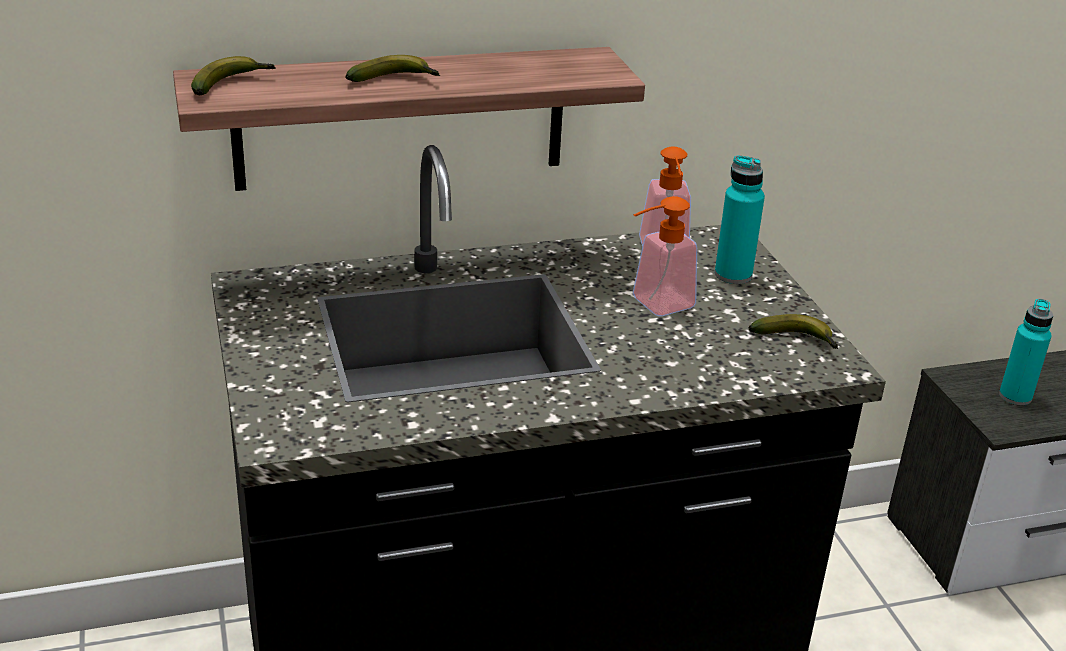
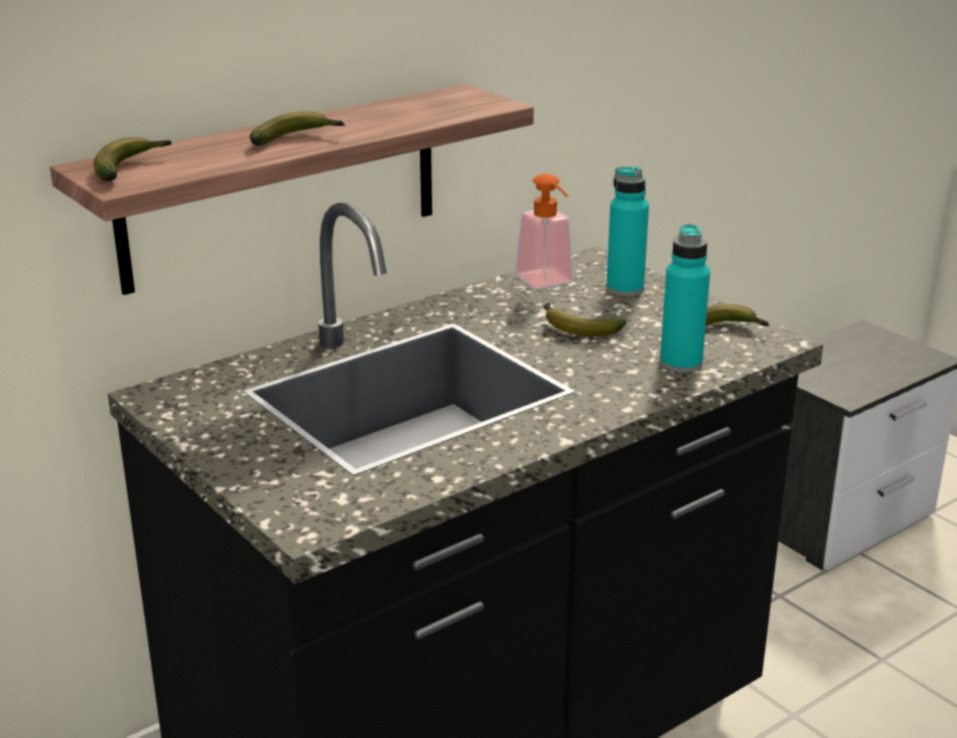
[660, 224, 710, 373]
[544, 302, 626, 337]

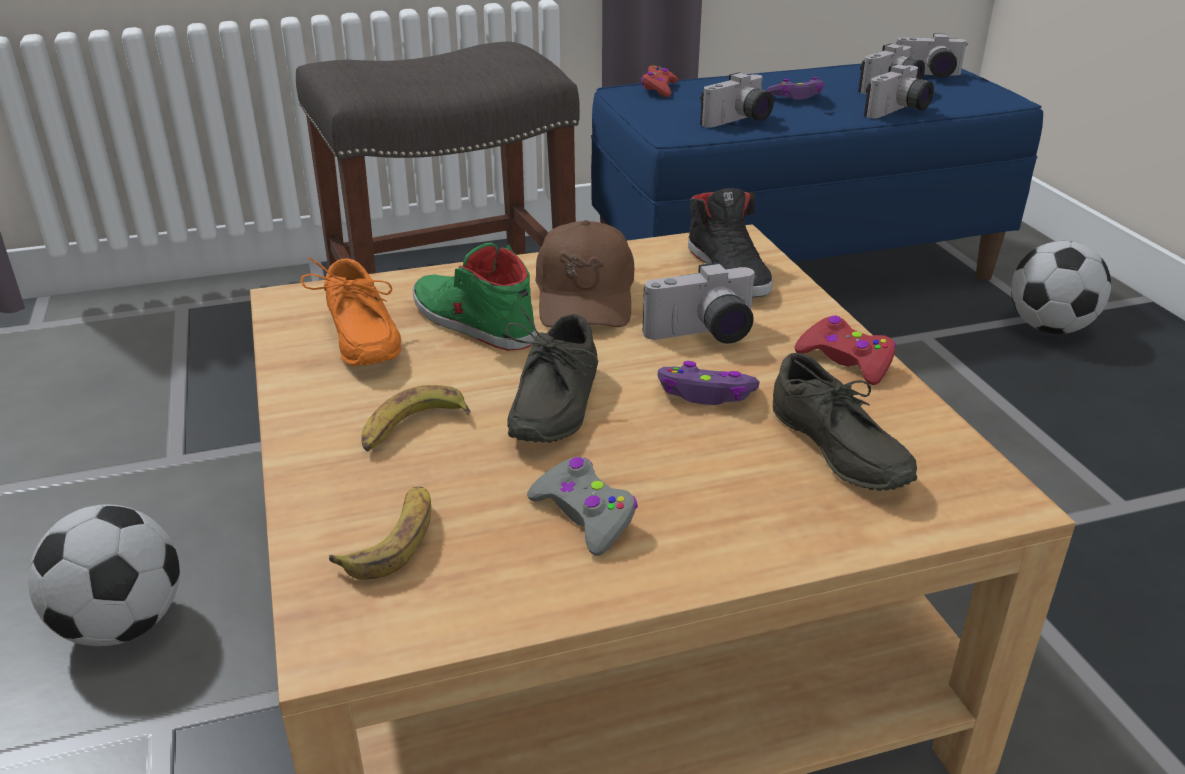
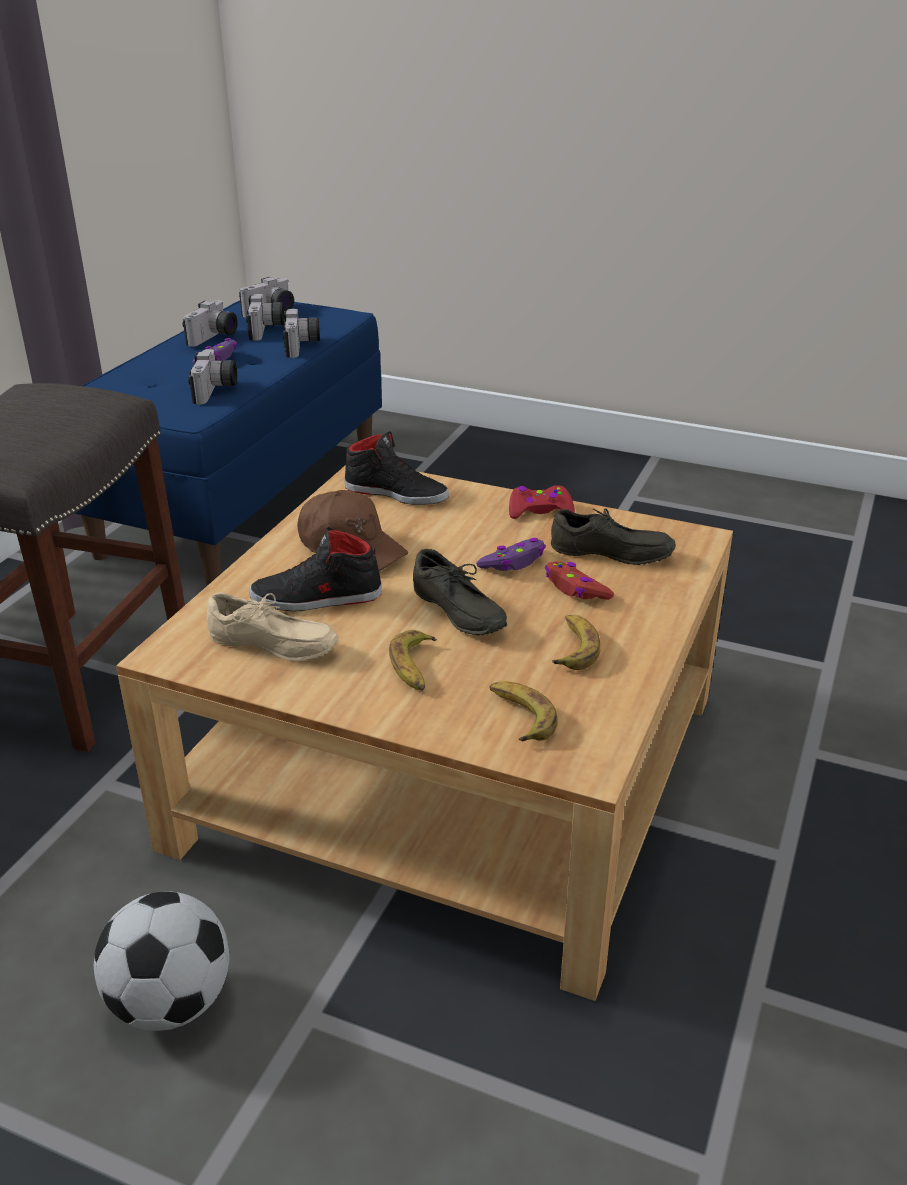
[1011, 241, 1111, 334] (first image)
[545, 561, 614, 600]
[182, 300, 238, 347]
[552, 615, 600, 670]
[207, 592, 338, 661]
[250, 527, 382, 611]

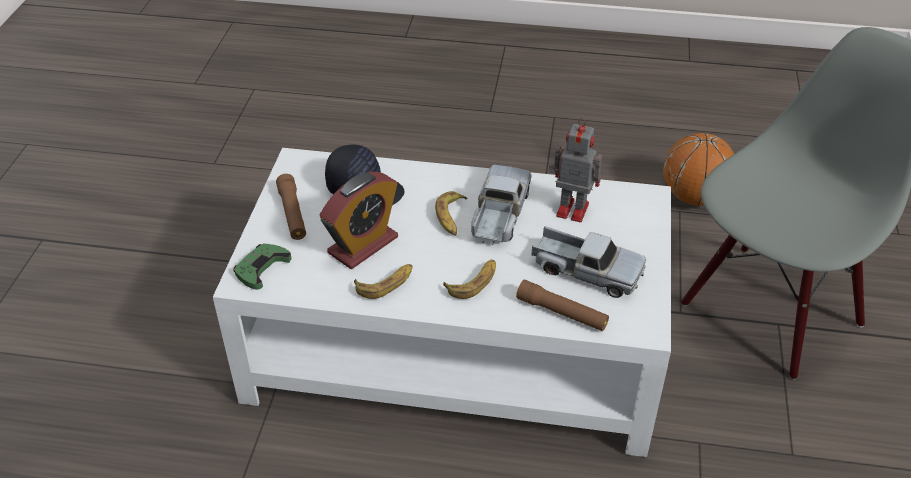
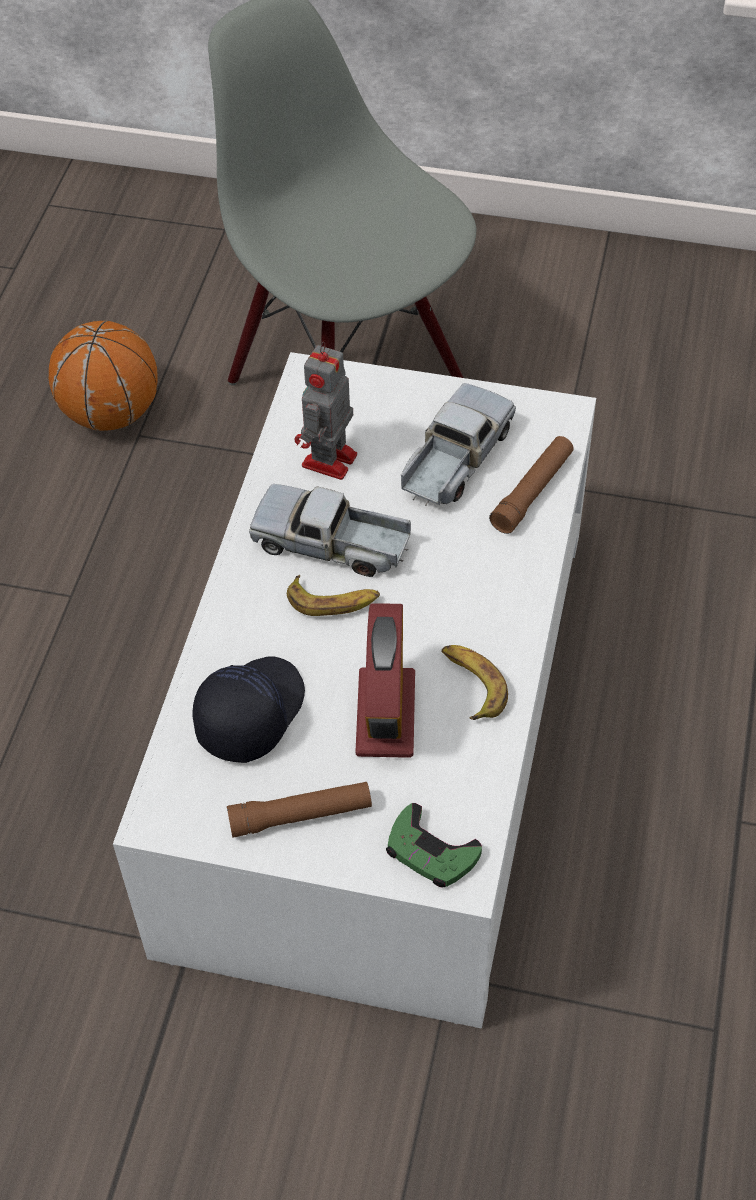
[443, 260, 496, 299] (first image)
[356, 603, 415, 758]

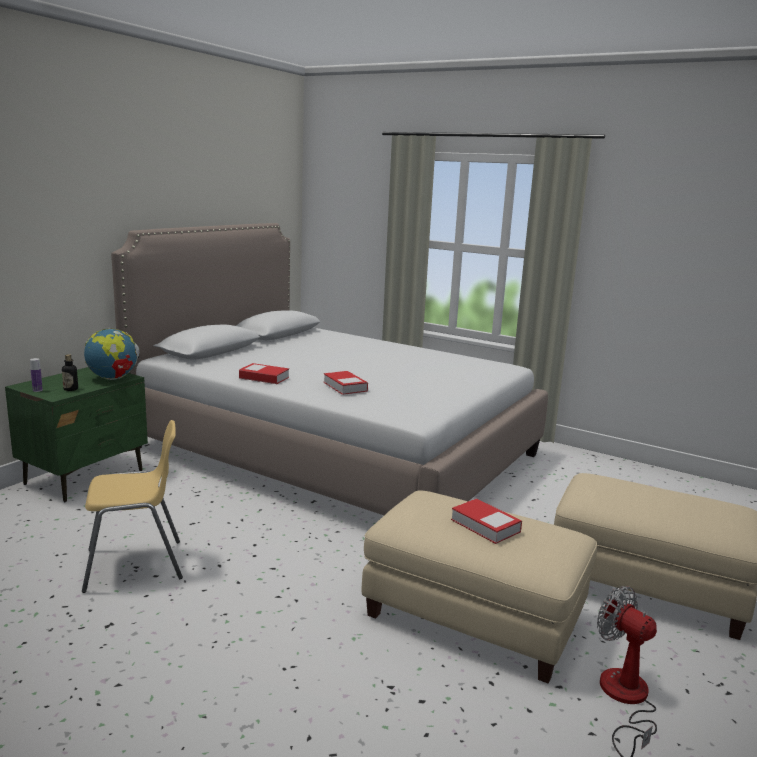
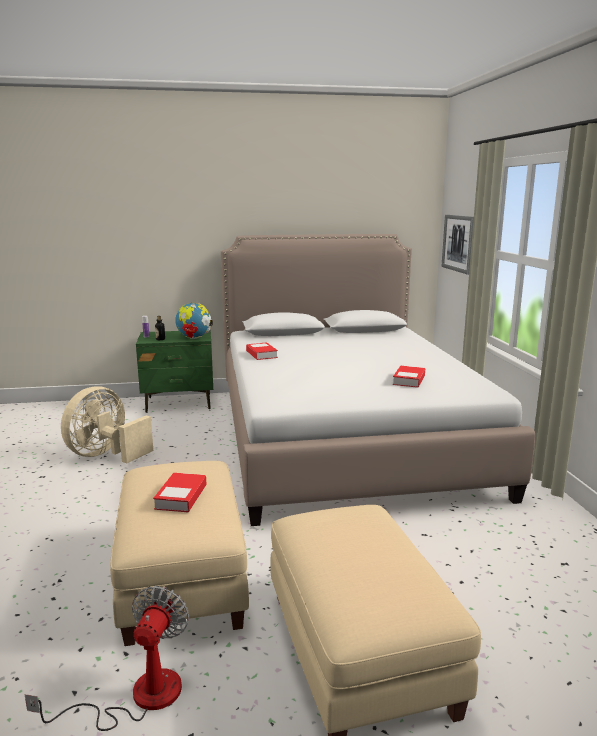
[441, 215, 474, 275]
[393, 366, 425, 388]
[61, 386, 153, 463]

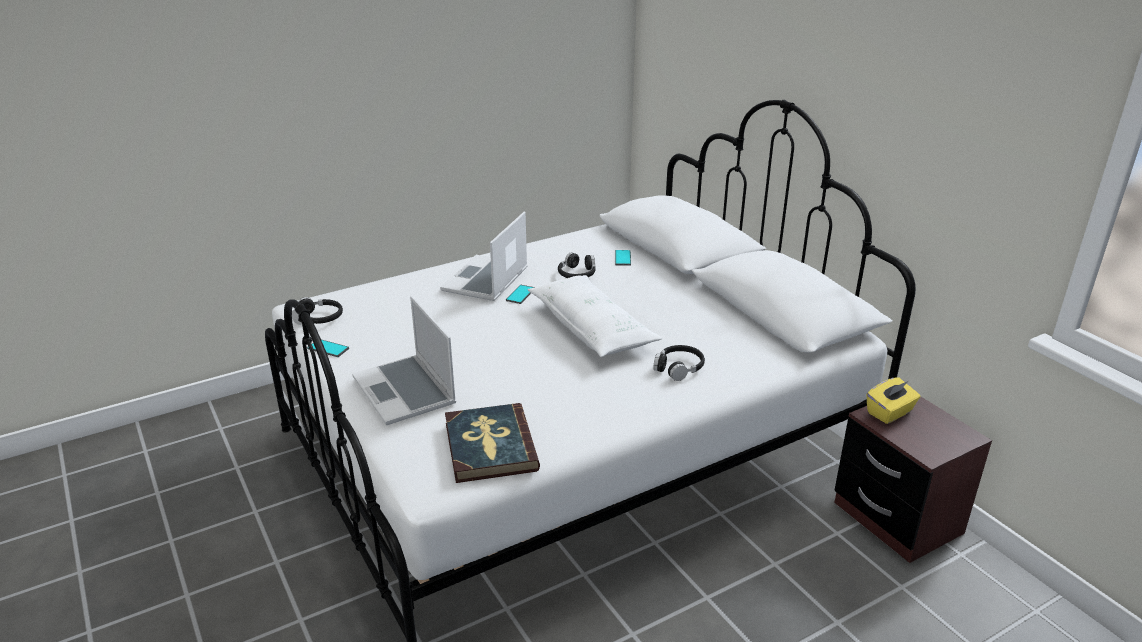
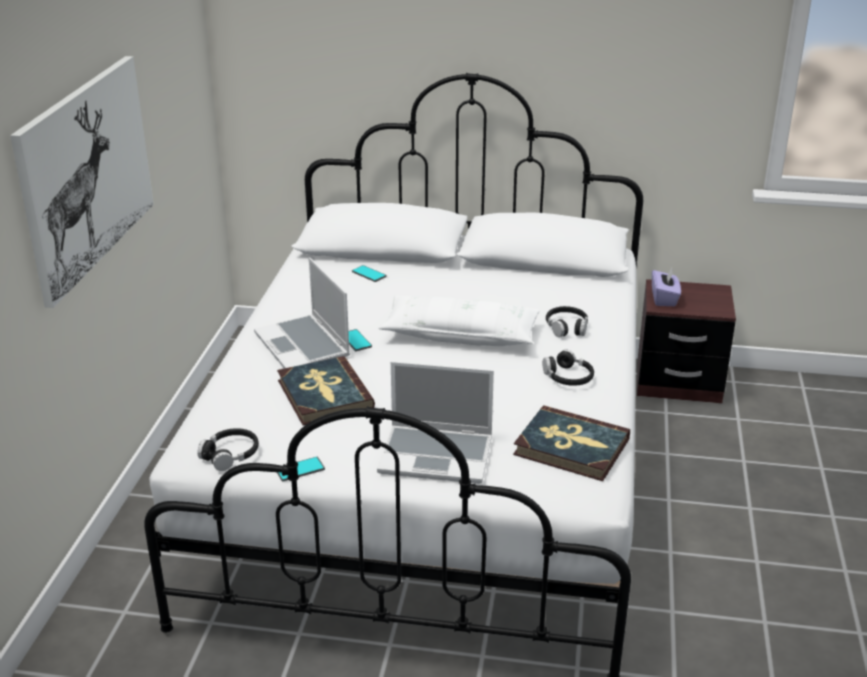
[10, 56, 154, 308]
[277, 356, 375, 425]
[543, 350, 594, 386]
[652, 268, 681, 306]

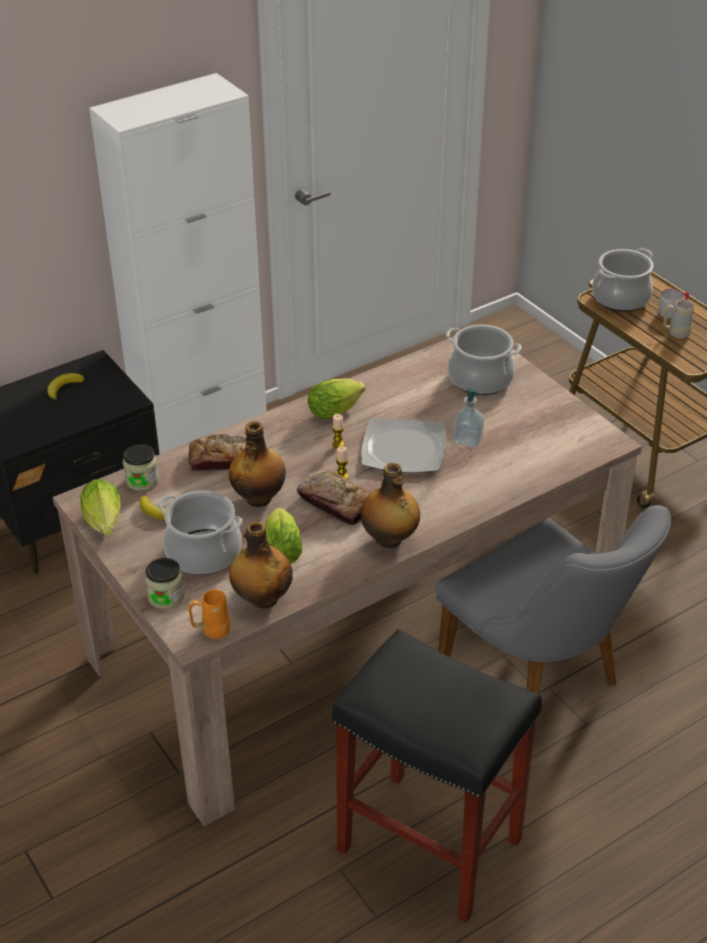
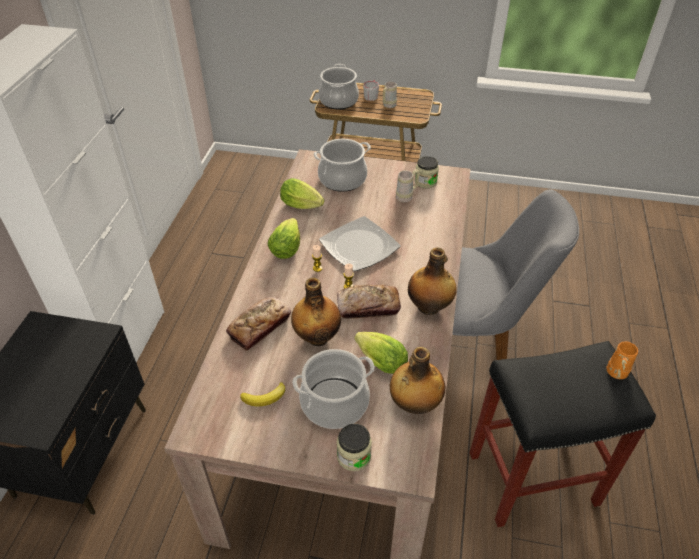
[47, 373, 84, 400] (first image)
[453, 387, 484, 448] (first image)
[396, 169, 420, 202]
[280, 178, 324, 209]
[415, 156, 439, 188]
[606, 341, 638, 379]

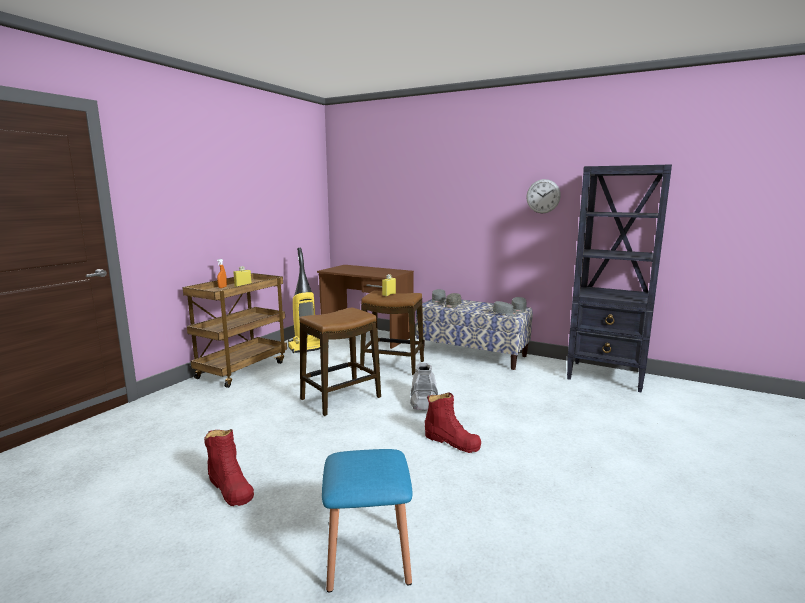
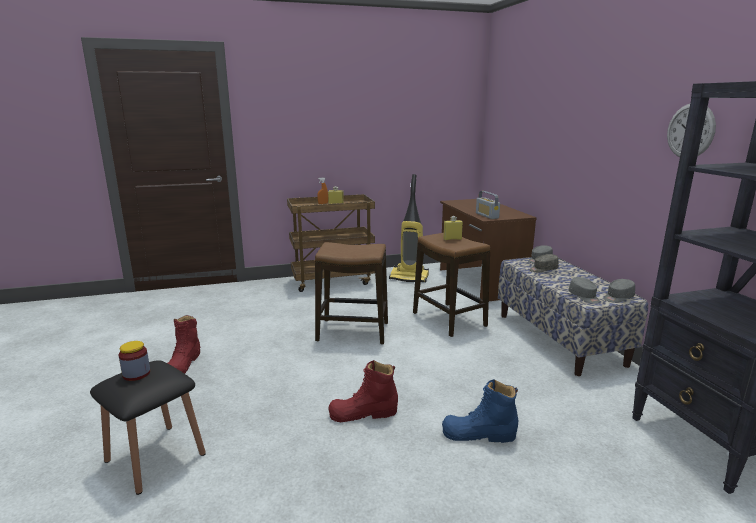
[410, 363, 438, 410] (first image)
[119, 341, 150, 381]
[442, 379, 518, 443]
[476, 191, 500, 219]
[90, 360, 206, 495]
[328, 360, 398, 422]

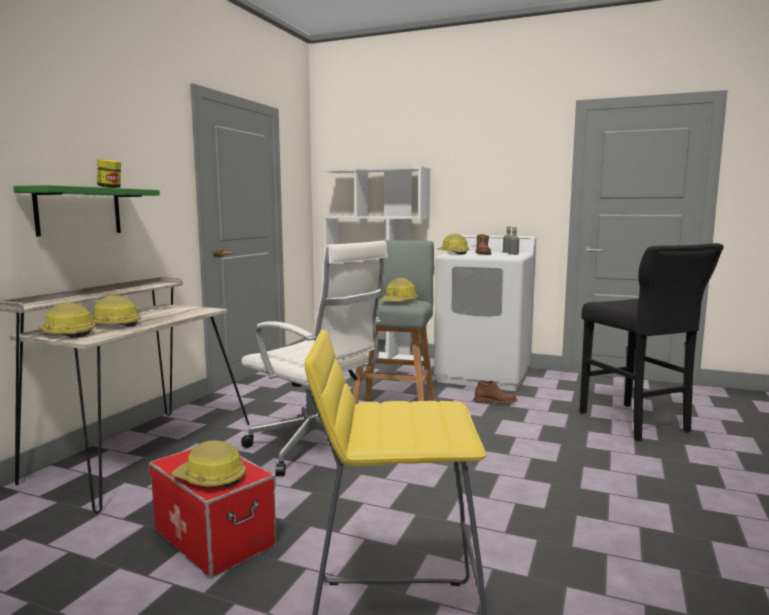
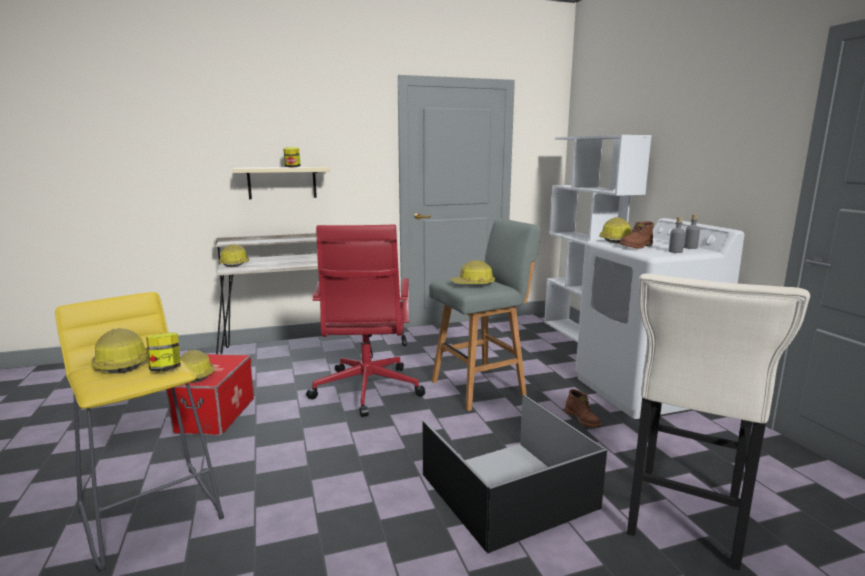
[146, 333, 181, 371]
[422, 395, 607, 553]
[91, 328, 148, 374]
[233, 167, 330, 199]
[306, 225, 425, 417]
[627, 274, 810, 571]

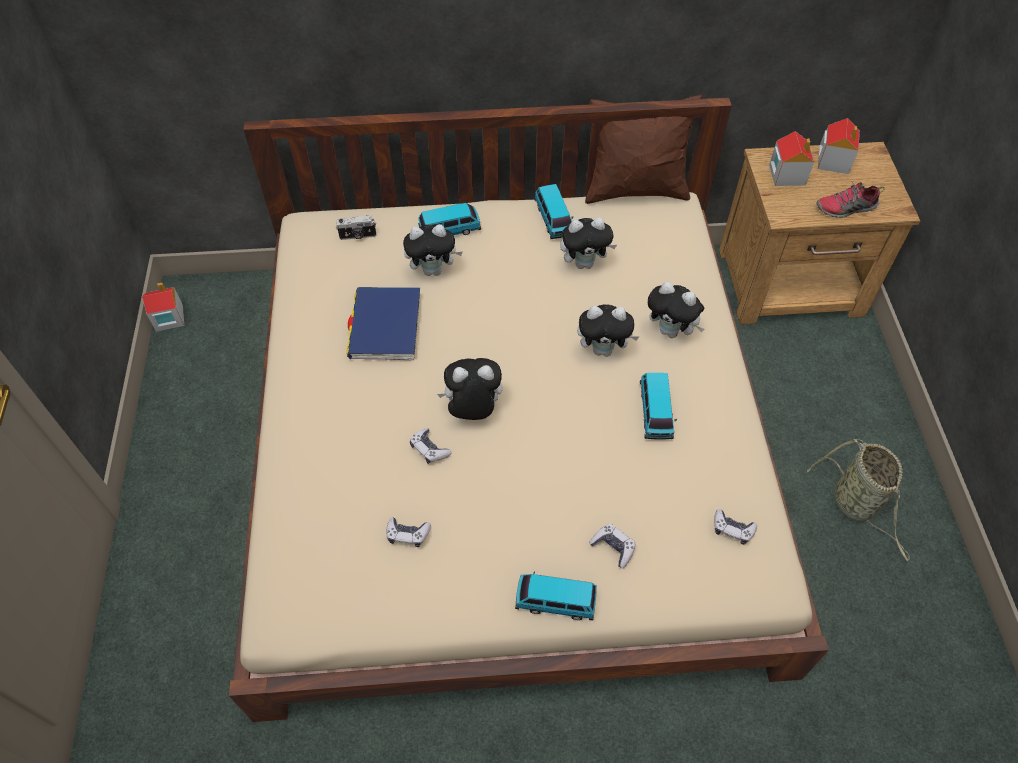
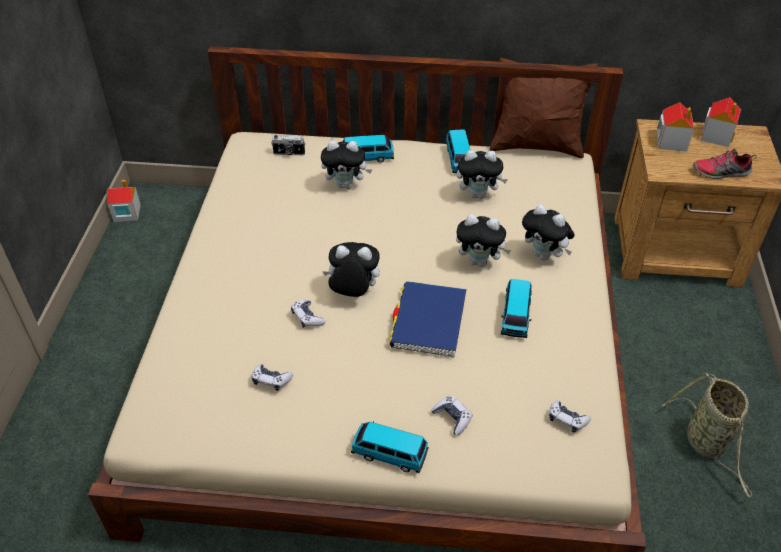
[389, 281, 467, 358]

